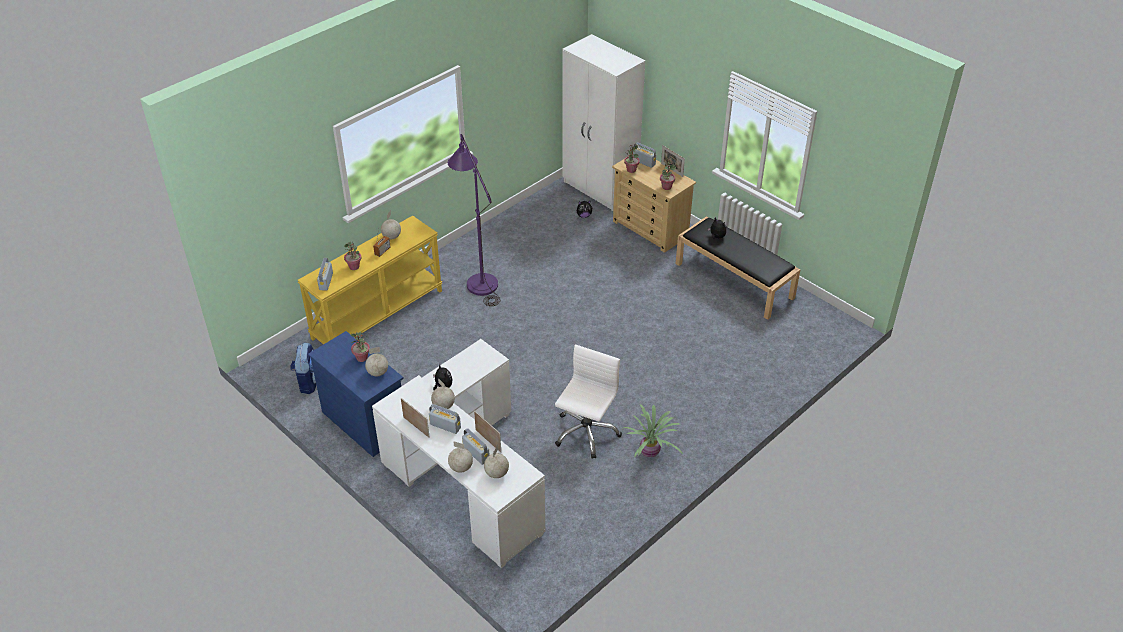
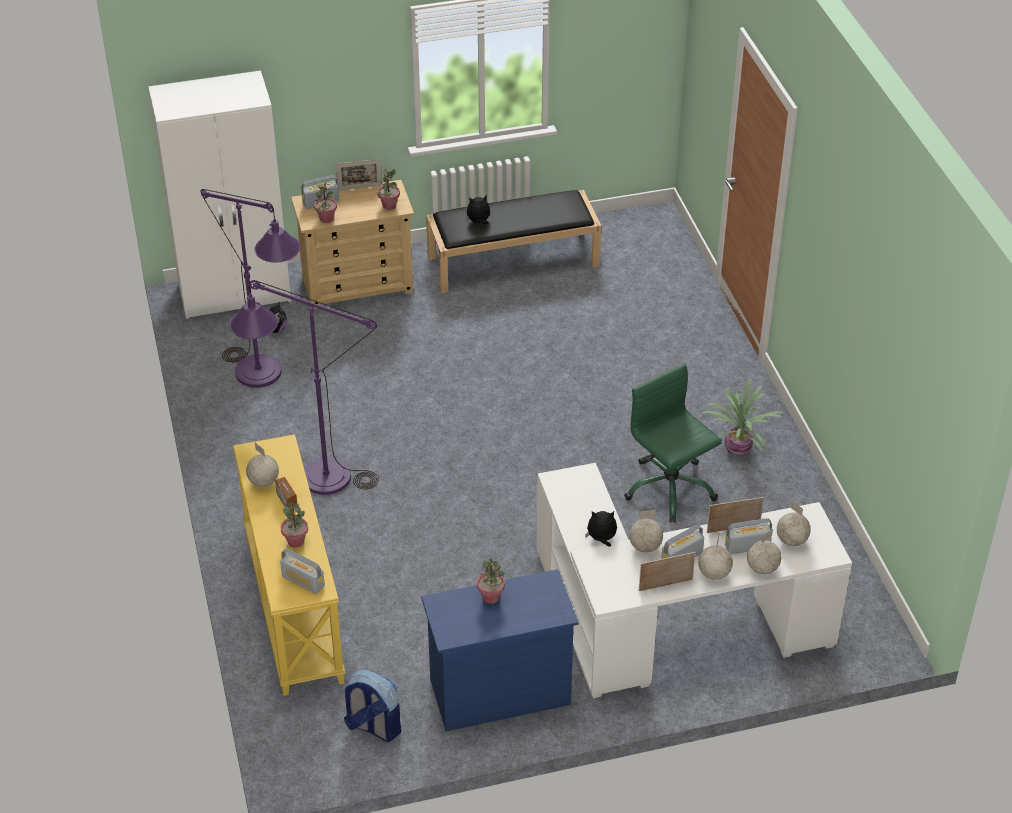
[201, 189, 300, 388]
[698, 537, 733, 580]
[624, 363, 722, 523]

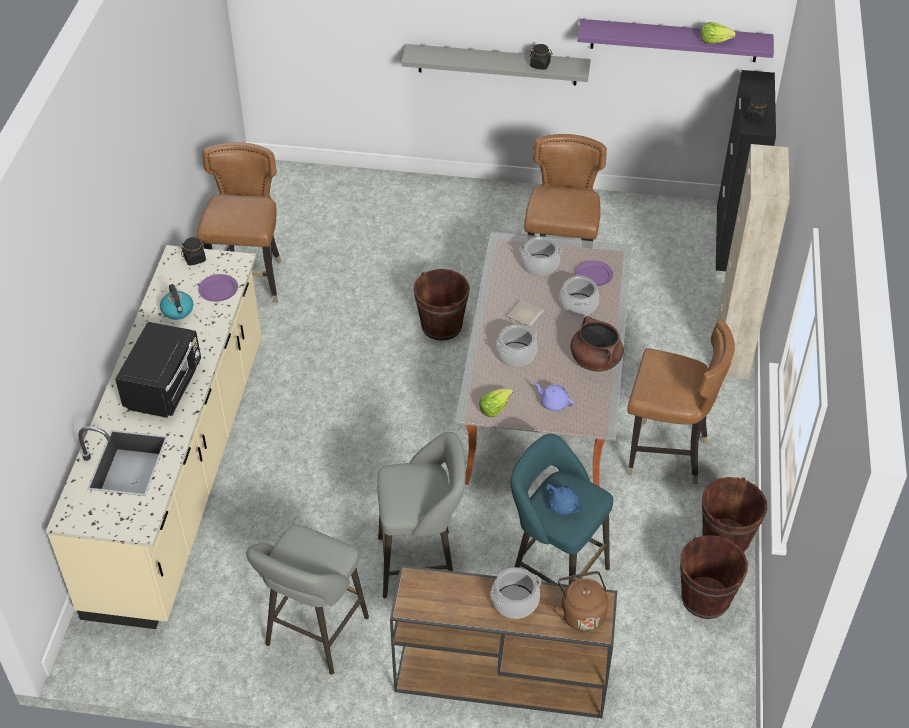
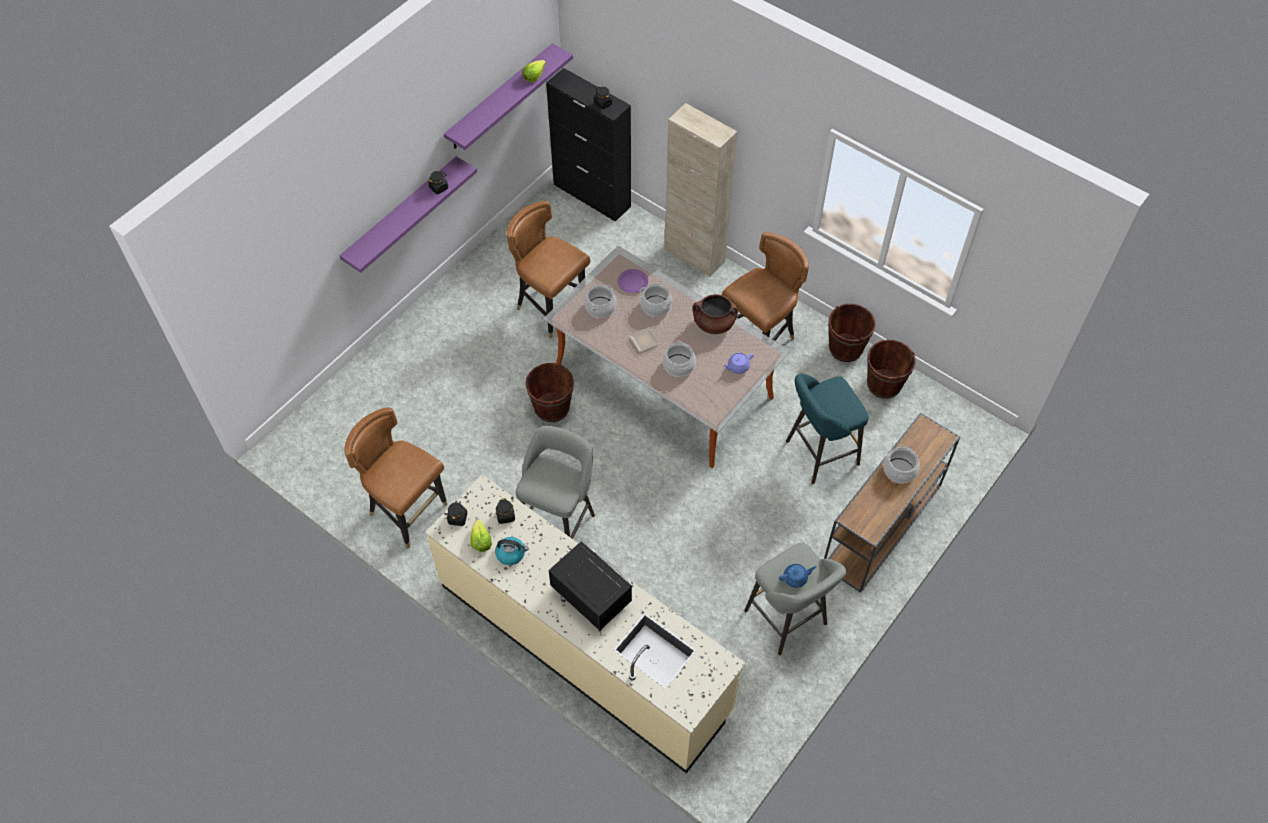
[553, 571, 608, 631] (first image)
[516, 426, 595, 539]
[470, 519, 492, 552]
[779, 564, 817, 588]
[496, 498, 515, 524]
[339, 156, 477, 273]

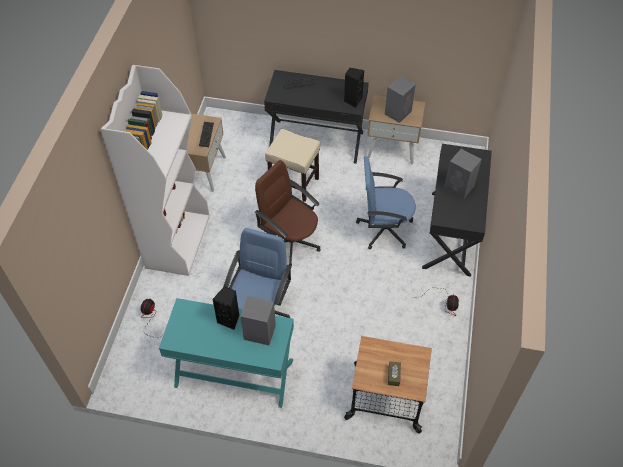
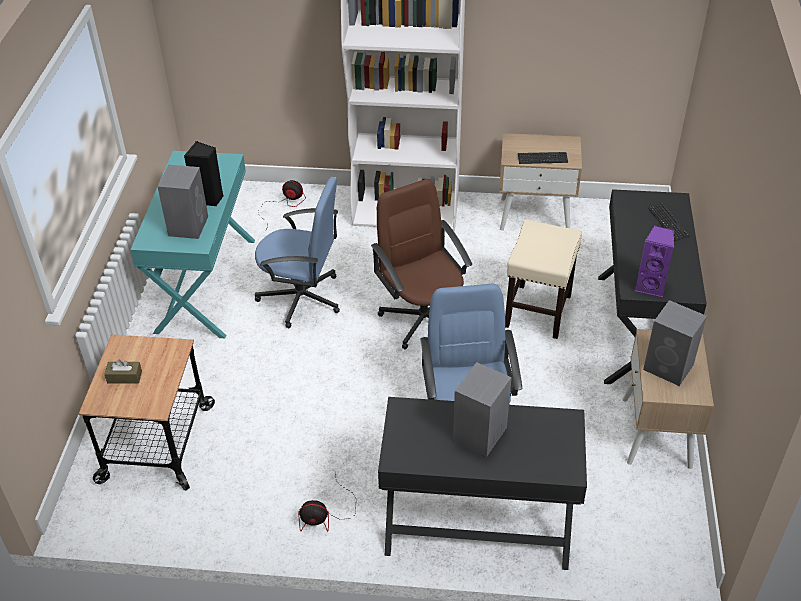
[635, 226, 674, 297]
[371, 179, 472, 349]

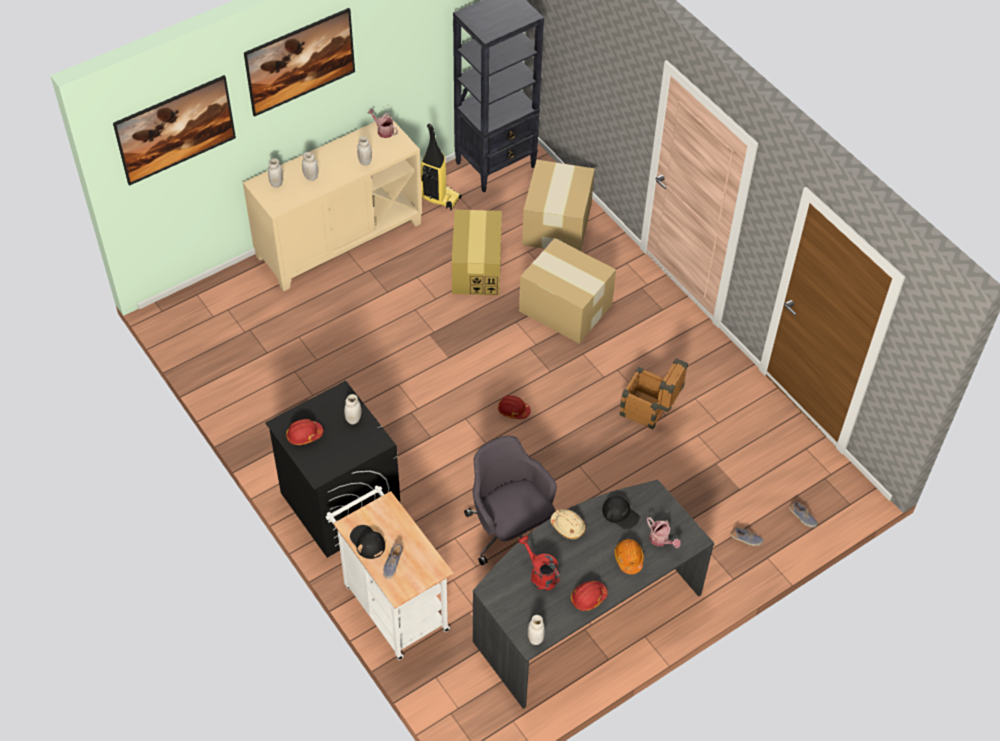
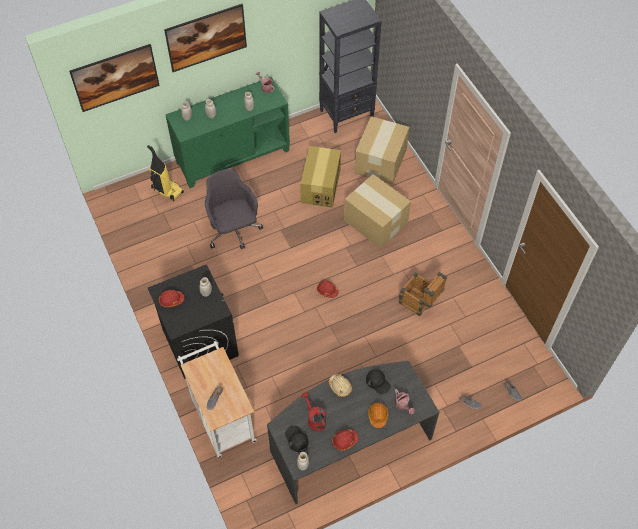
[285, 426, 309, 452]
[147, 145, 184, 201]
[205, 169, 263, 249]
[165, 77, 290, 188]

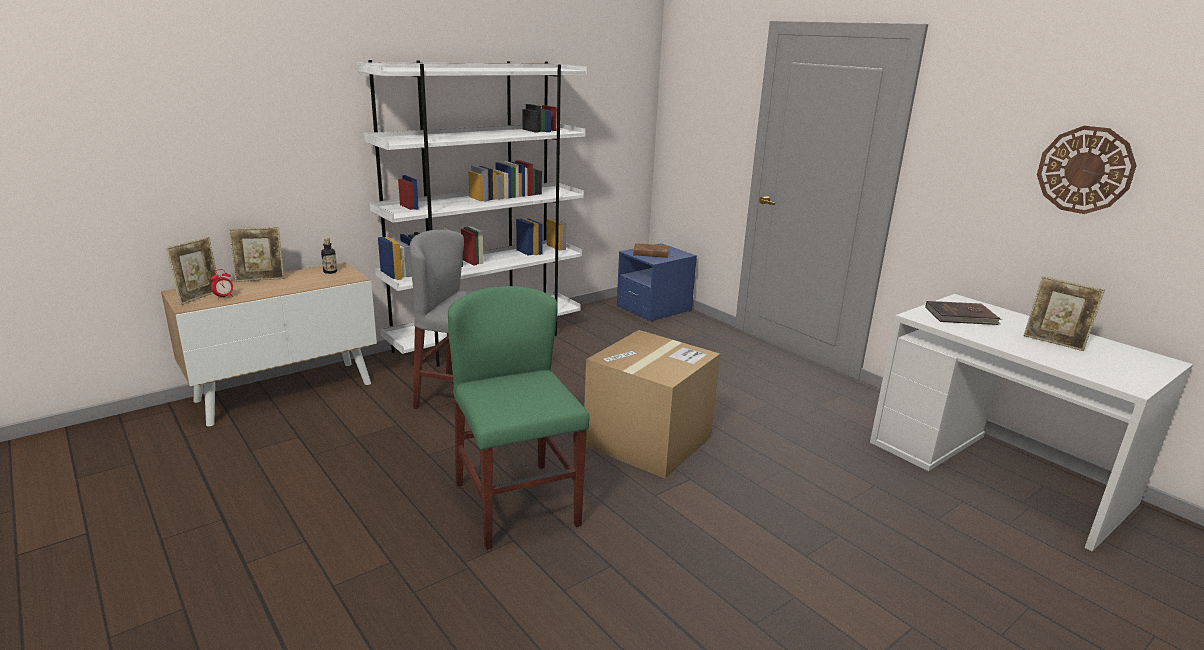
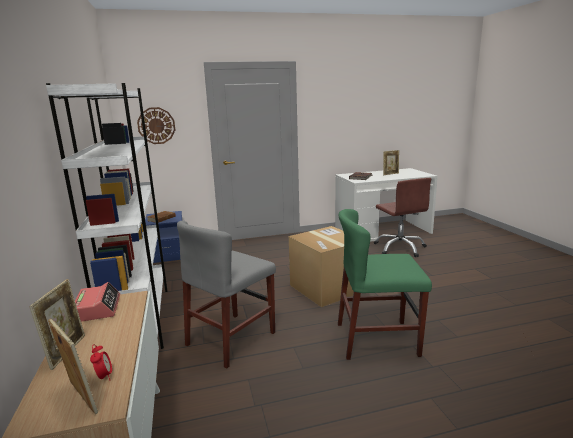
[374, 178, 431, 257]
[137, 107, 175, 144]
[75, 282, 120, 322]

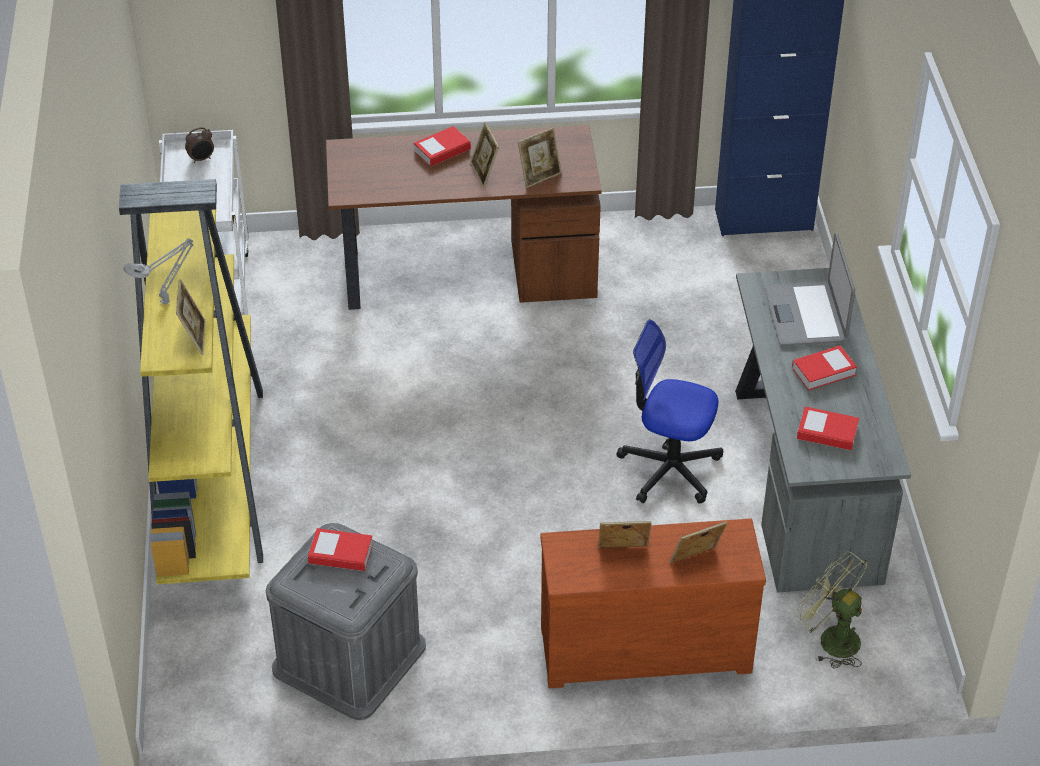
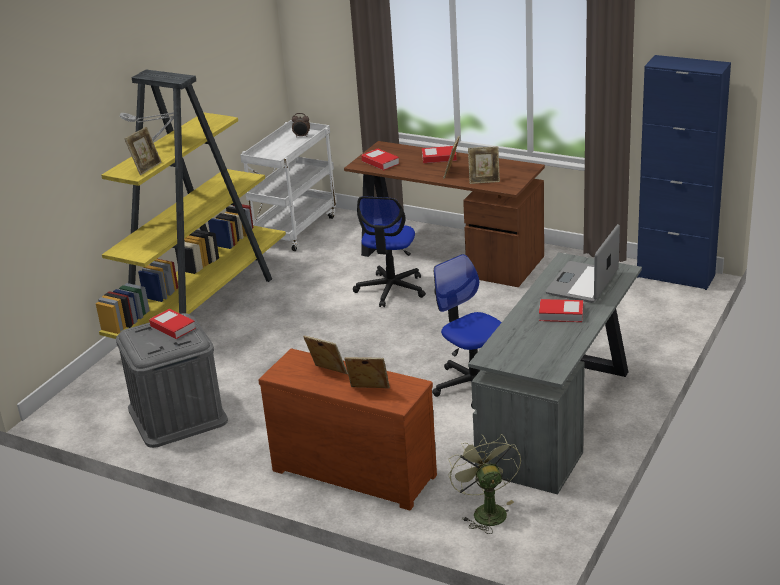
[353, 196, 426, 307]
[361, 148, 399, 170]

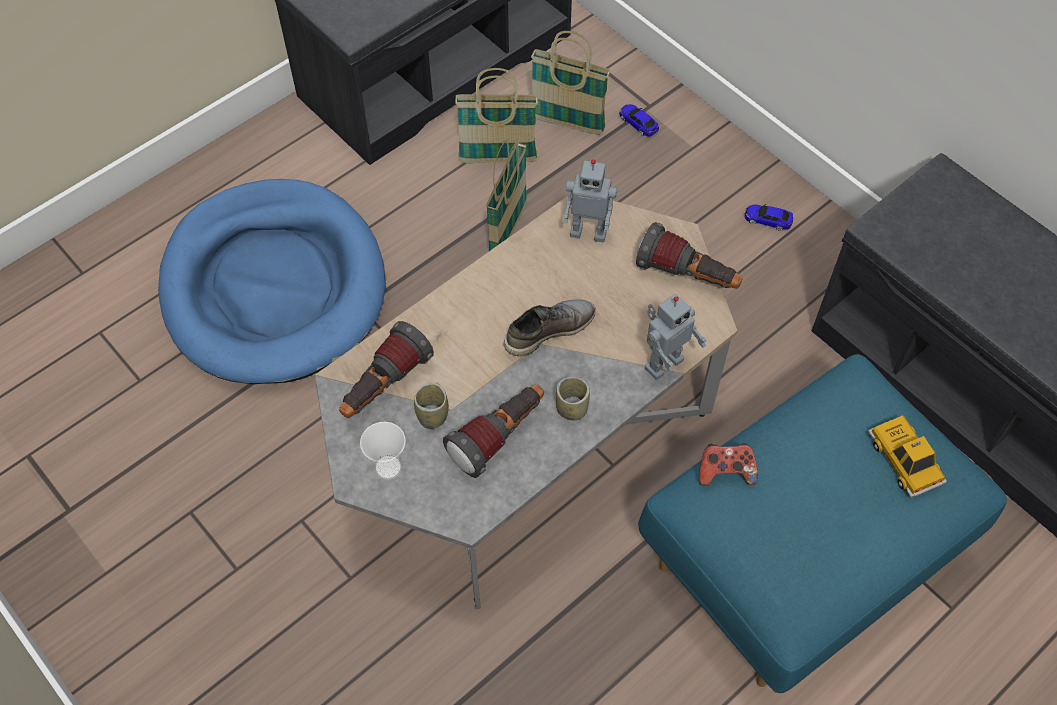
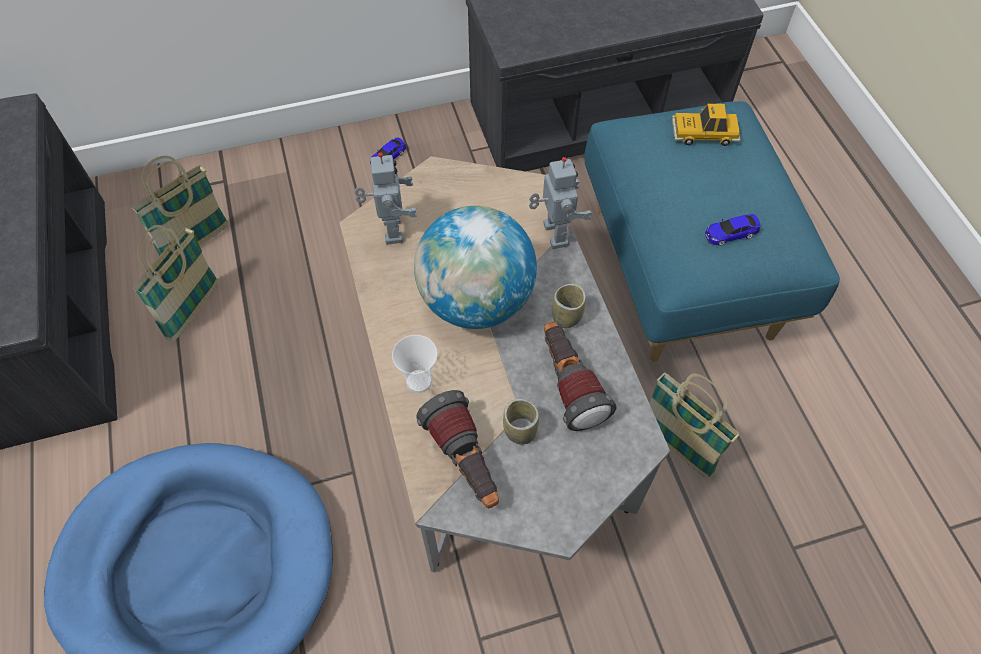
[636, 222, 742, 289] (first image)
[699, 443, 758, 486] (first image)
[392, 335, 438, 393]
[649, 372, 740, 478]
[705, 214, 760, 246]
[414, 206, 537, 329]
[354, 152, 417, 245]

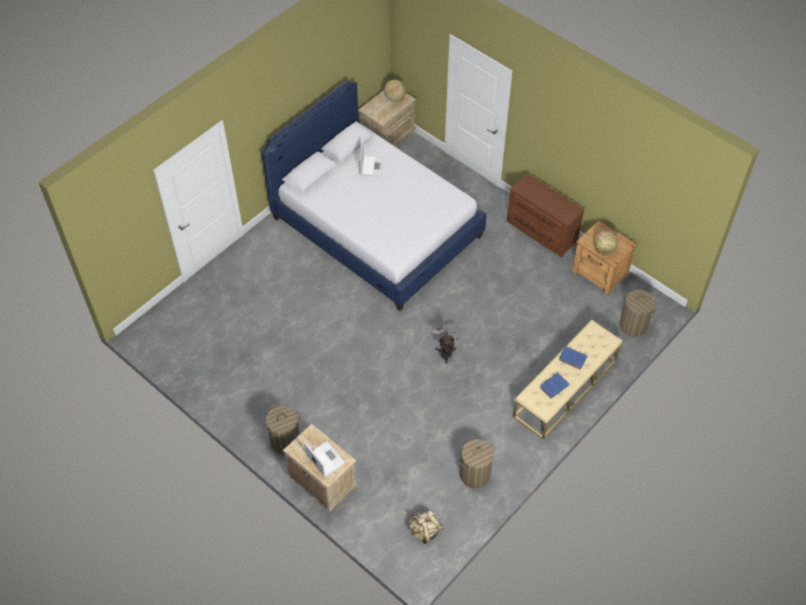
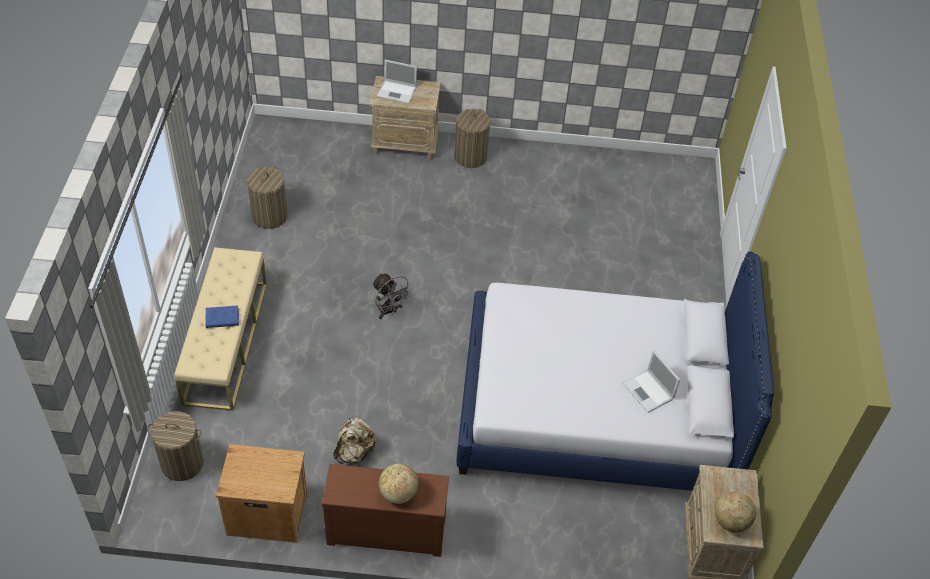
[540, 373, 569, 399] (first image)
[333, 418, 377, 464]
[379, 464, 418, 504]

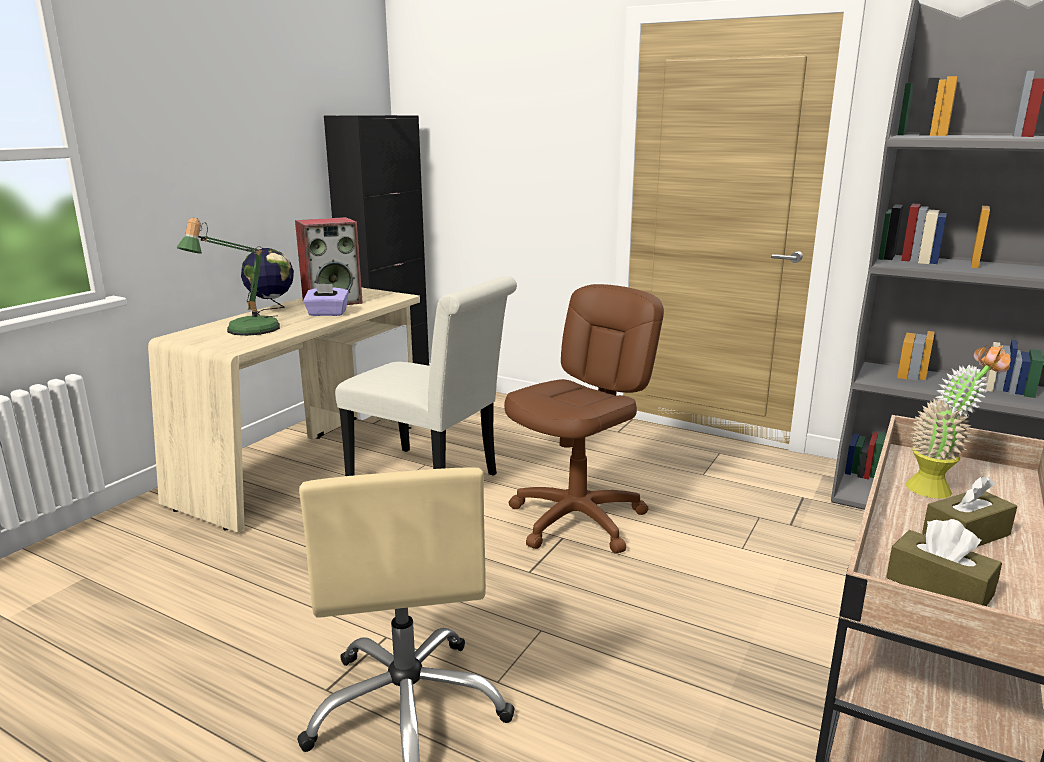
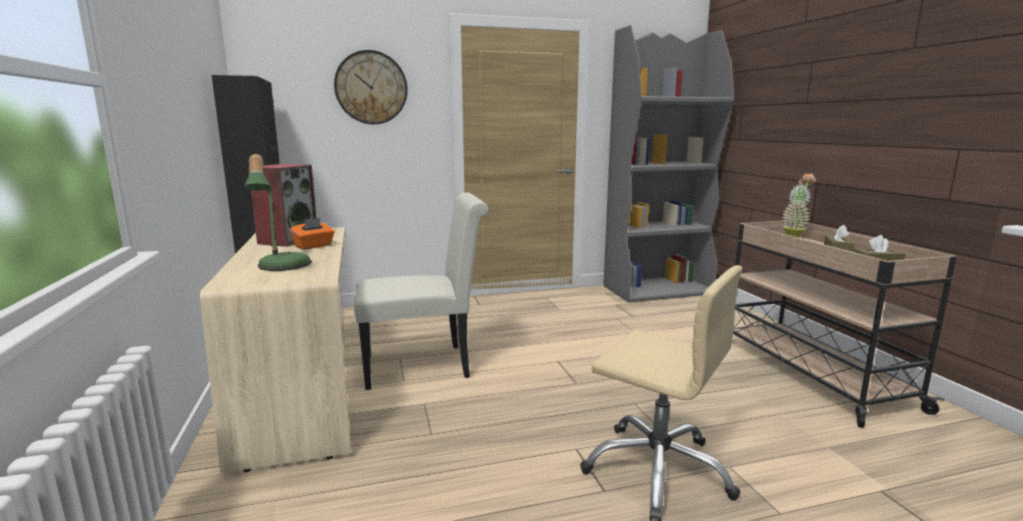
[241, 248, 294, 317] (first image)
[504, 284, 664, 554] (first image)
[334, 50, 408, 124]
[289, 218, 335, 250]

